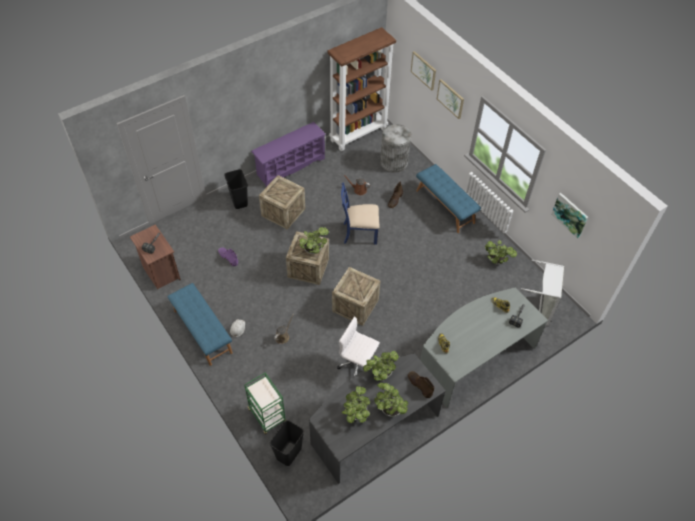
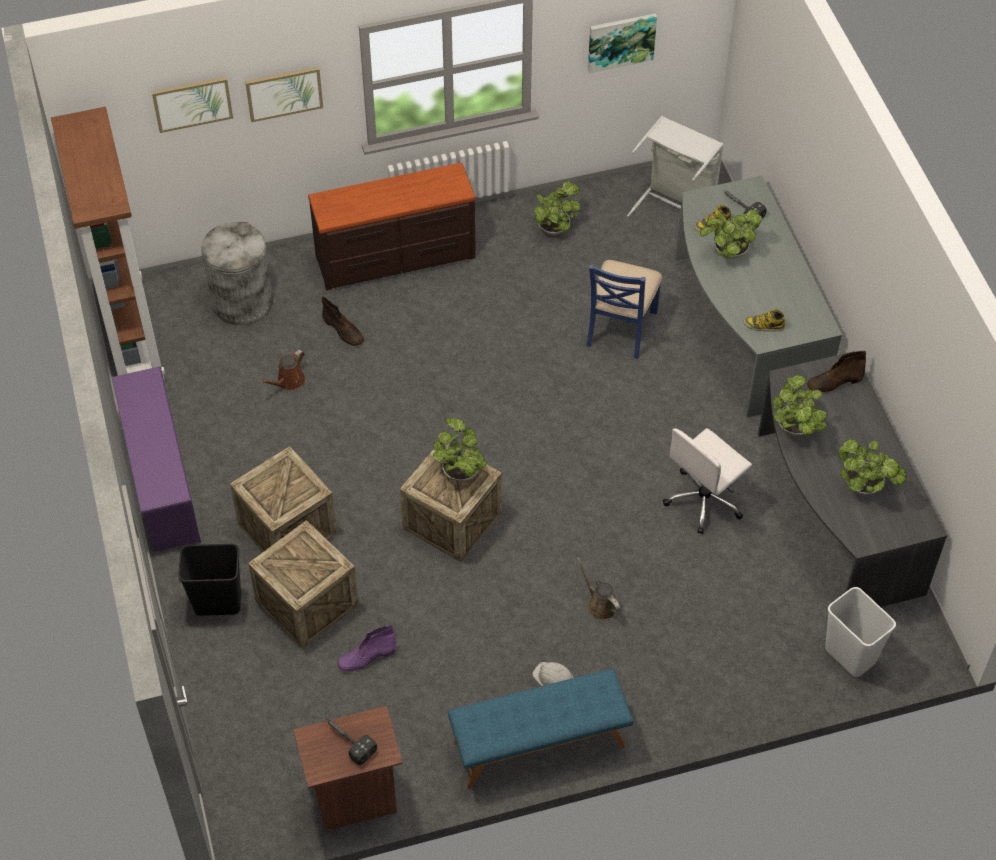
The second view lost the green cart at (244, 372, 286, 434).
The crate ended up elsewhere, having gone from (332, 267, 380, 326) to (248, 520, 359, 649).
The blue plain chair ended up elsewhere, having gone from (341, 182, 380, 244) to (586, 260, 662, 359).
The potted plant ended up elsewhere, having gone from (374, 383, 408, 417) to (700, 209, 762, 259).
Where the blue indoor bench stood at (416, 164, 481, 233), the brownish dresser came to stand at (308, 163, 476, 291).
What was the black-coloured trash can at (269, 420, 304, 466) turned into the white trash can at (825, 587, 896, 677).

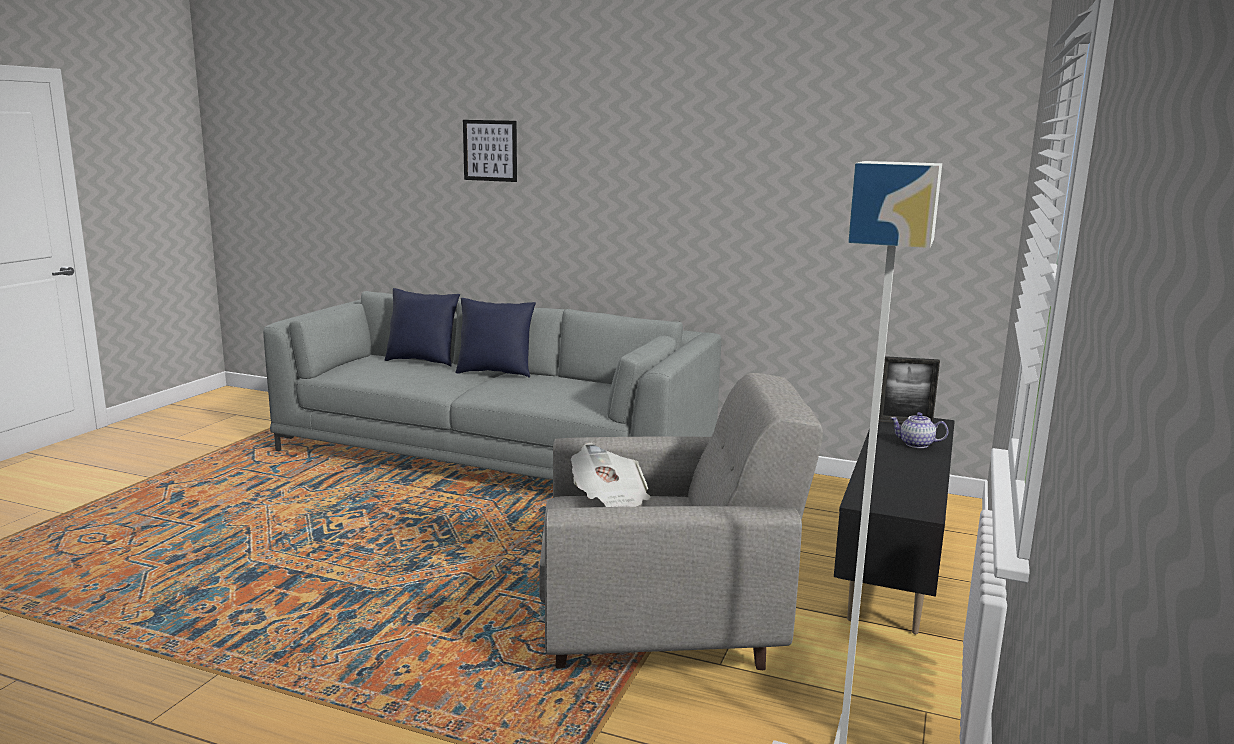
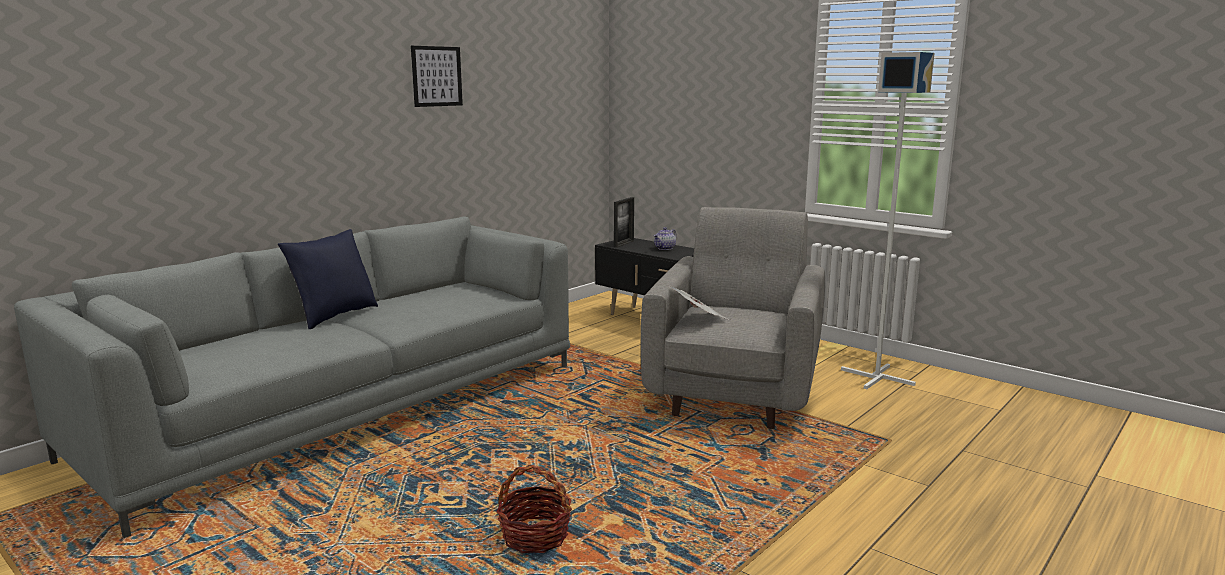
The second view lost the blue pillow at (385, 288, 460, 367).
The second view gained the basket at (497, 465, 572, 553).
The wall picture ended up elsewhere, having gone from (463, 120, 517, 182) to (411, 46, 463, 107).

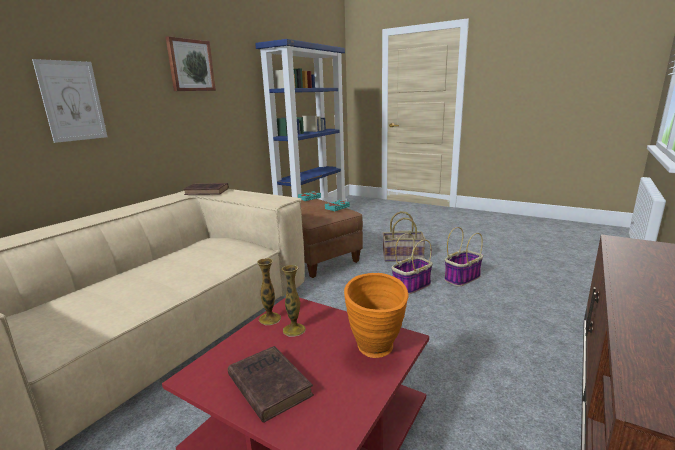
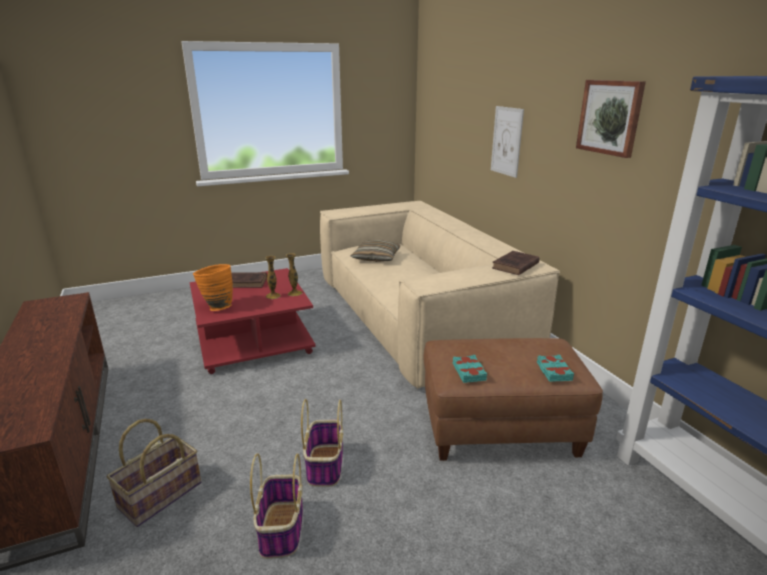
The second view gained the pillow at (351, 240, 400, 262).
The basket ended up elsewhere, having gone from (382, 211, 426, 262) to (106, 419, 202, 527).

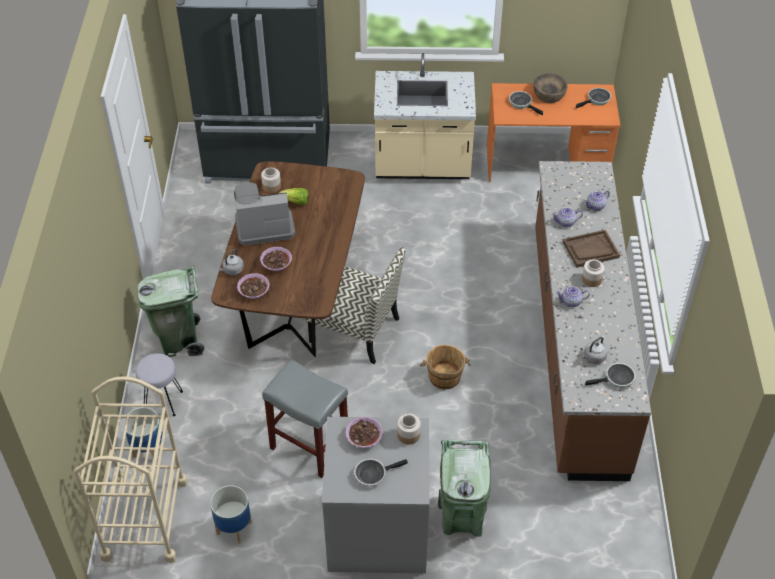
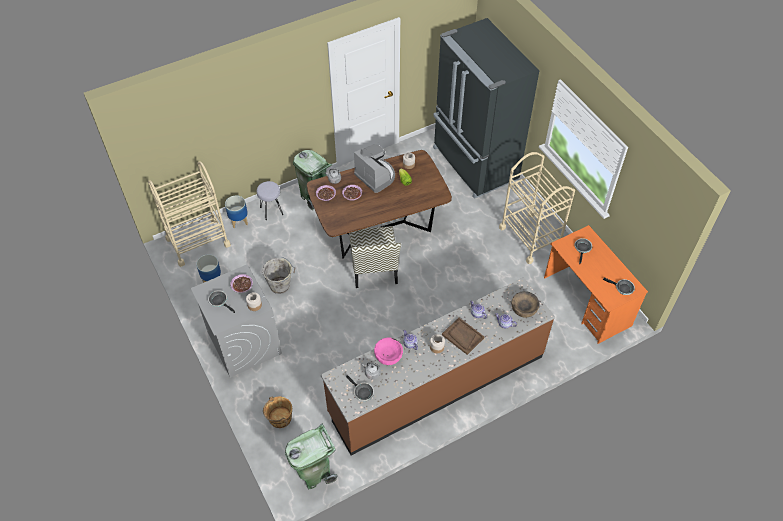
The second view gained the pink bowl at (374, 337, 403, 365).
The brownish water bucket ended up elsewhere, having gone from (420, 345, 471, 389) to (263, 397, 292, 428).
The green trash can ended up elsewhere, having gone from (438, 440, 491, 536) to (285, 424, 338, 490).
The brownish bowl ended up elsewhere, having gone from (533, 74, 567, 103) to (512, 291, 539, 318).
Where the gray stool seat stood at (262, 359, 348, 478), the gray water bucket came to stand at (262, 257, 295, 294).
Where the beige kitchen base unit stood at (374, 53, 476, 179), the beige cart came to stand at (499, 152, 575, 264).

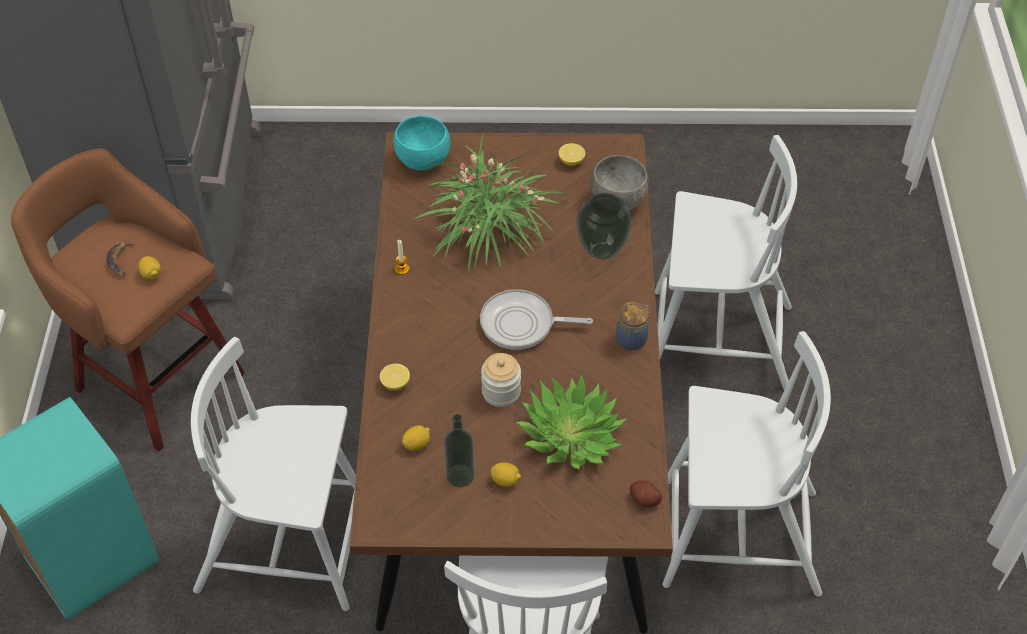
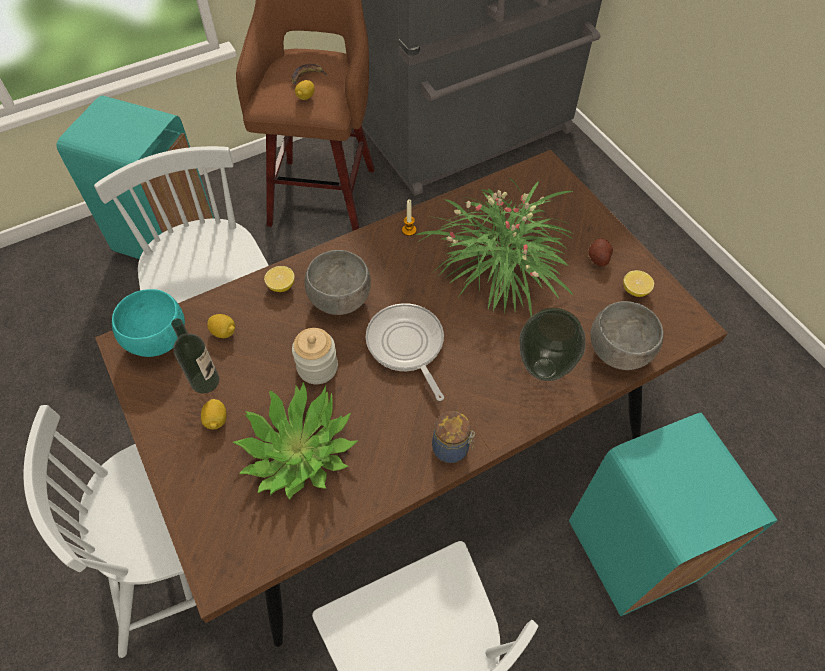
The second view gained the gray bowl at (304, 250, 371, 315).
The turquoise-coloured bowl ended up elsewhere, having gone from (393, 116, 450, 171) to (112, 289, 185, 357).
The spud ended up elsewhere, having gone from (630, 480, 663, 507) to (589, 238, 613, 266).
Where the white plain chair stood at (655, 135, 797, 390), the turquoise-coloured trash can came to stand at (569, 413, 778, 616).

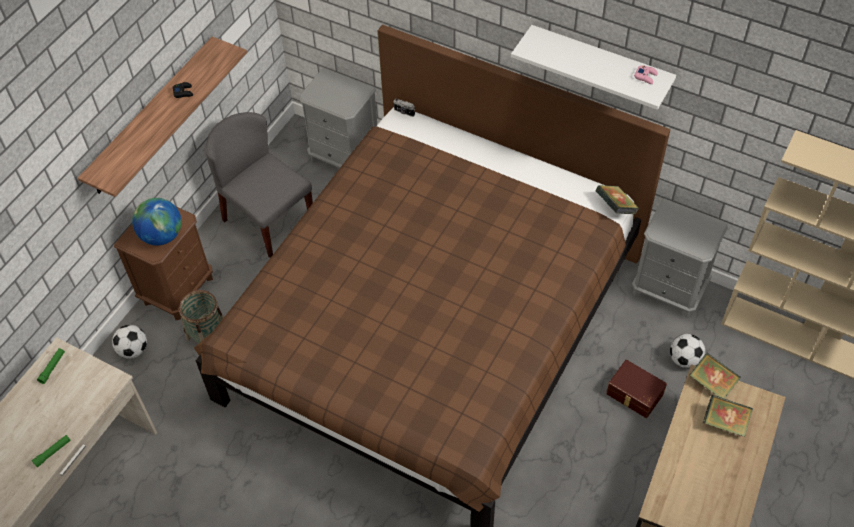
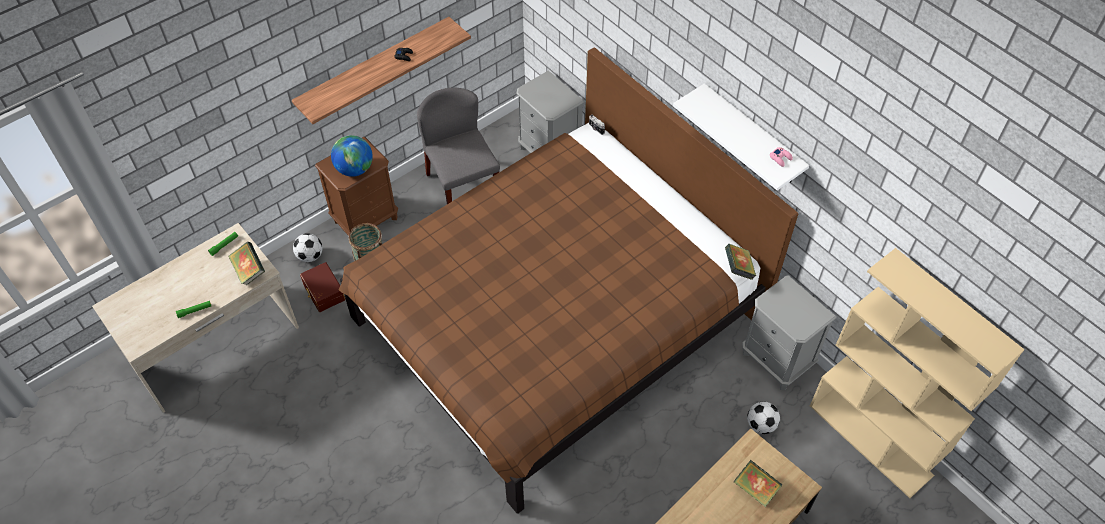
The brownish storage bin ended up elsewhere, having gone from (606, 360, 667, 418) to (300, 262, 345, 312).
The book ended up elsewhere, having gone from (689, 353, 741, 399) to (228, 242, 265, 286).

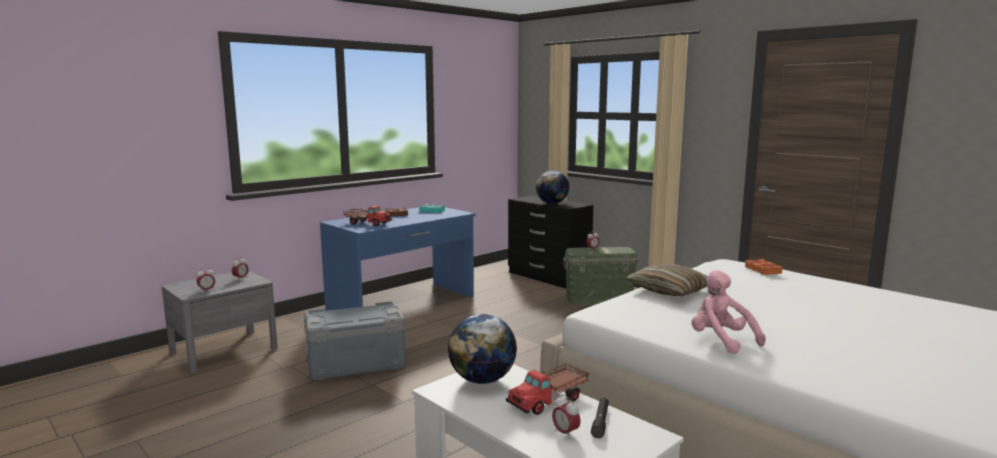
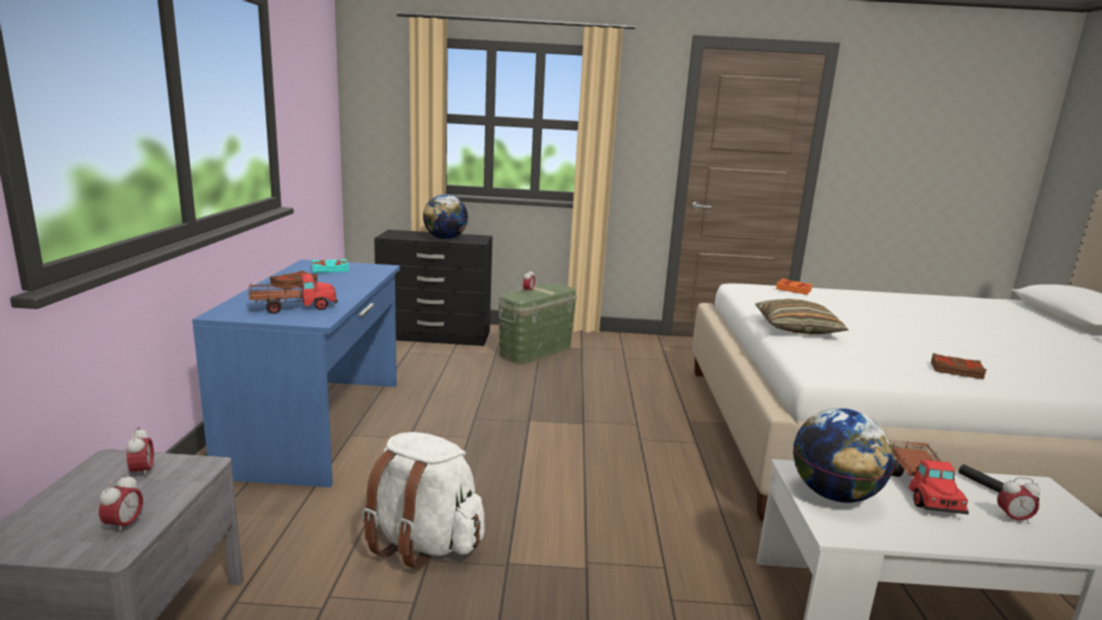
Where the gray storage bin stood at (304, 301, 406, 381), the white rucksack came to stand at (362, 432, 485, 569).
Where the pink plush toy stood at (691, 270, 766, 354), the brownish book came to stand at (931, 353, 986, 379).

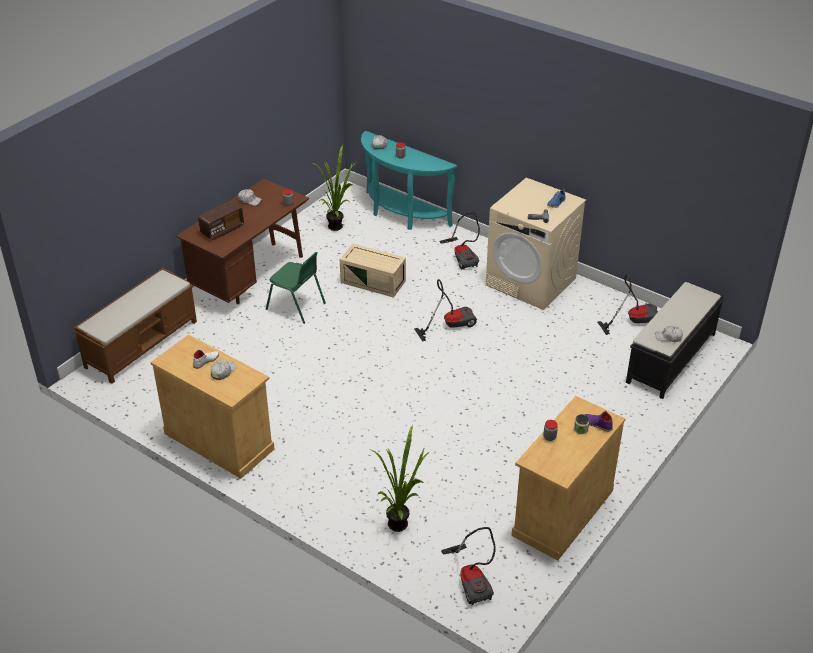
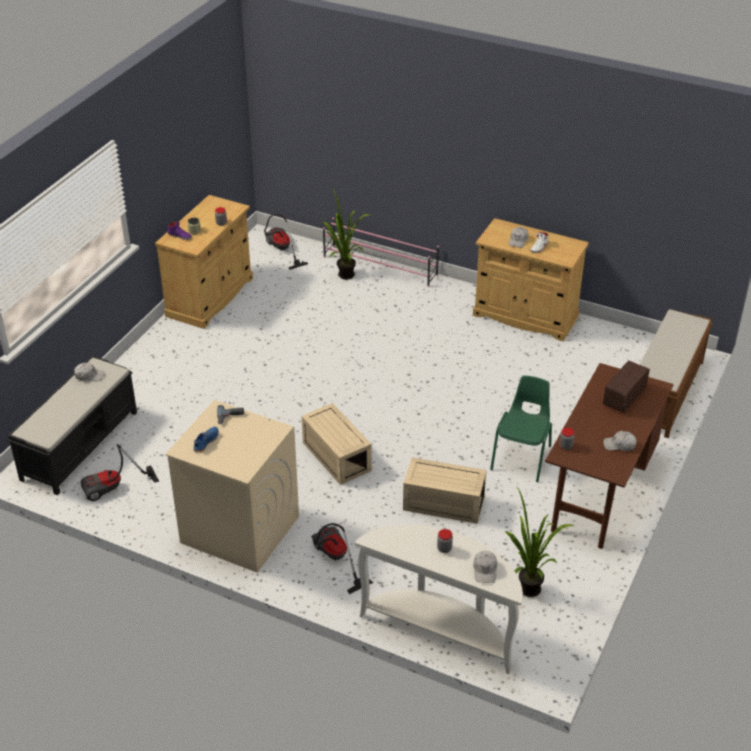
The second view gained the pink shoe stand at (323, 217, 439, 287).
Where the hoover stood at (414, 279, 477, 342), the beige storage bin came to stand at (302, 403, 372, 485).
What was the turquoise-coloured hall table at (361, 131, 457, 230) turned into the white hall table at (355, 524, 523, 674).
The green plain chair at (266, 252, 326, 324) ended up facing another way, 90 degrees clockwise from before.

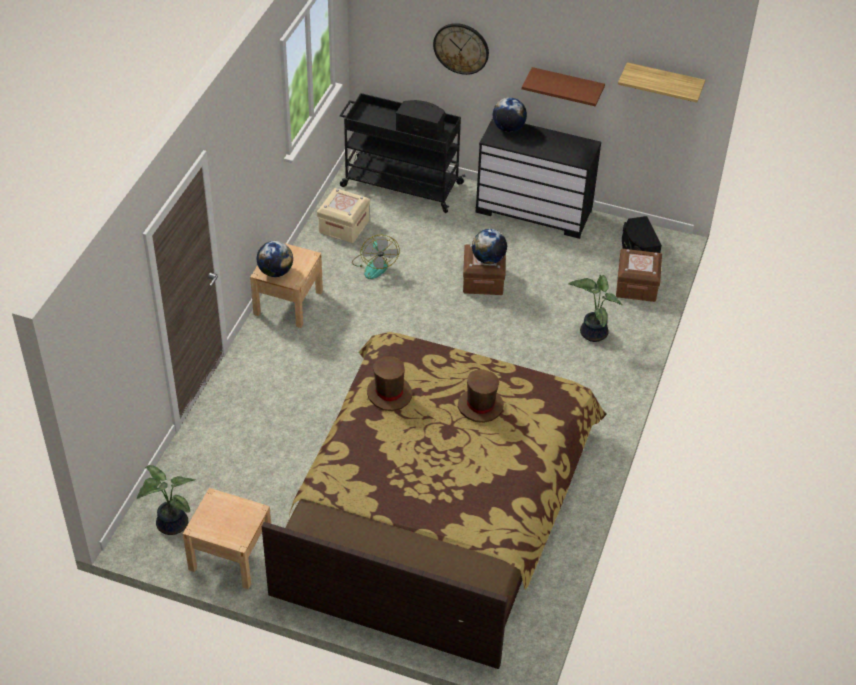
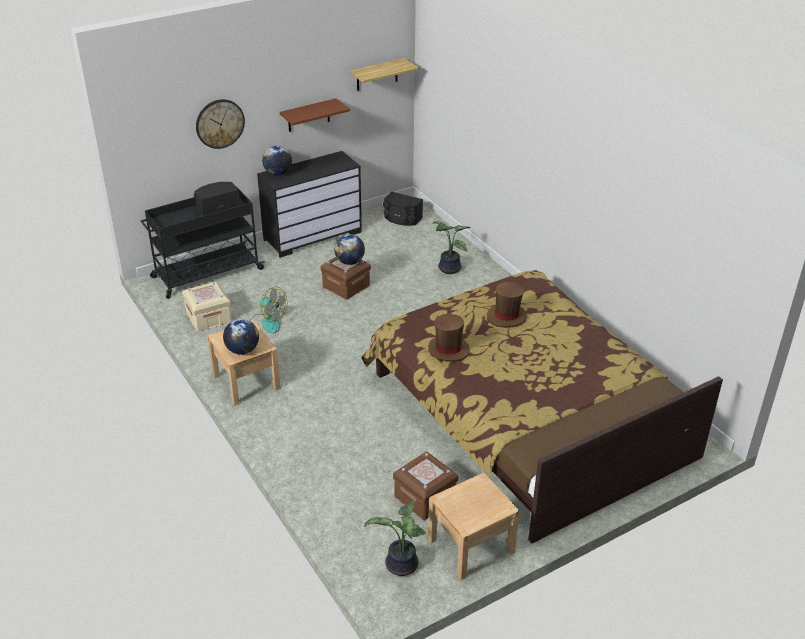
The brownish storage bin ended up elsewhere, having gone from (616, 249, 662, 302) to (393, 451, 458, 520).

